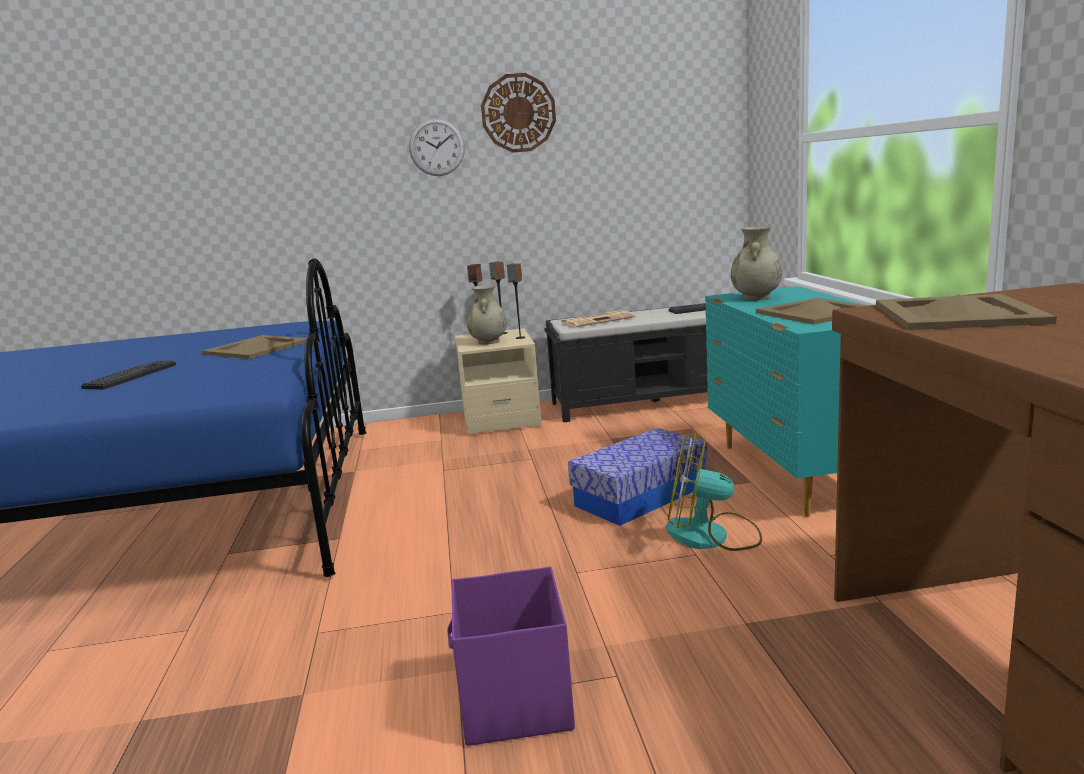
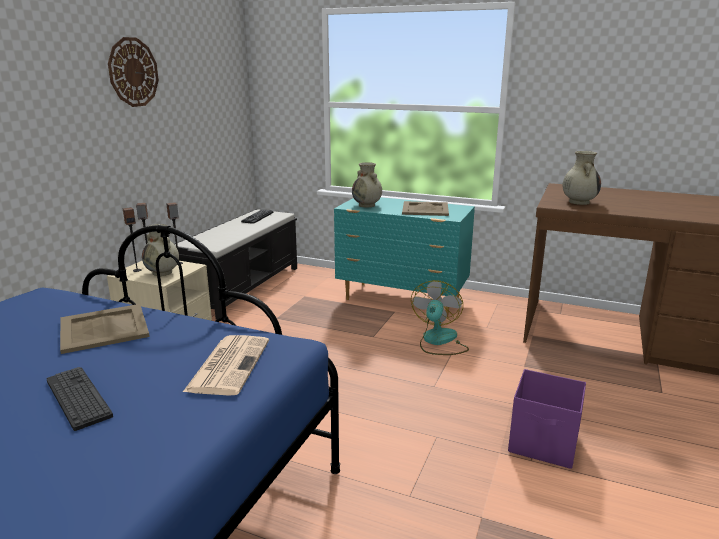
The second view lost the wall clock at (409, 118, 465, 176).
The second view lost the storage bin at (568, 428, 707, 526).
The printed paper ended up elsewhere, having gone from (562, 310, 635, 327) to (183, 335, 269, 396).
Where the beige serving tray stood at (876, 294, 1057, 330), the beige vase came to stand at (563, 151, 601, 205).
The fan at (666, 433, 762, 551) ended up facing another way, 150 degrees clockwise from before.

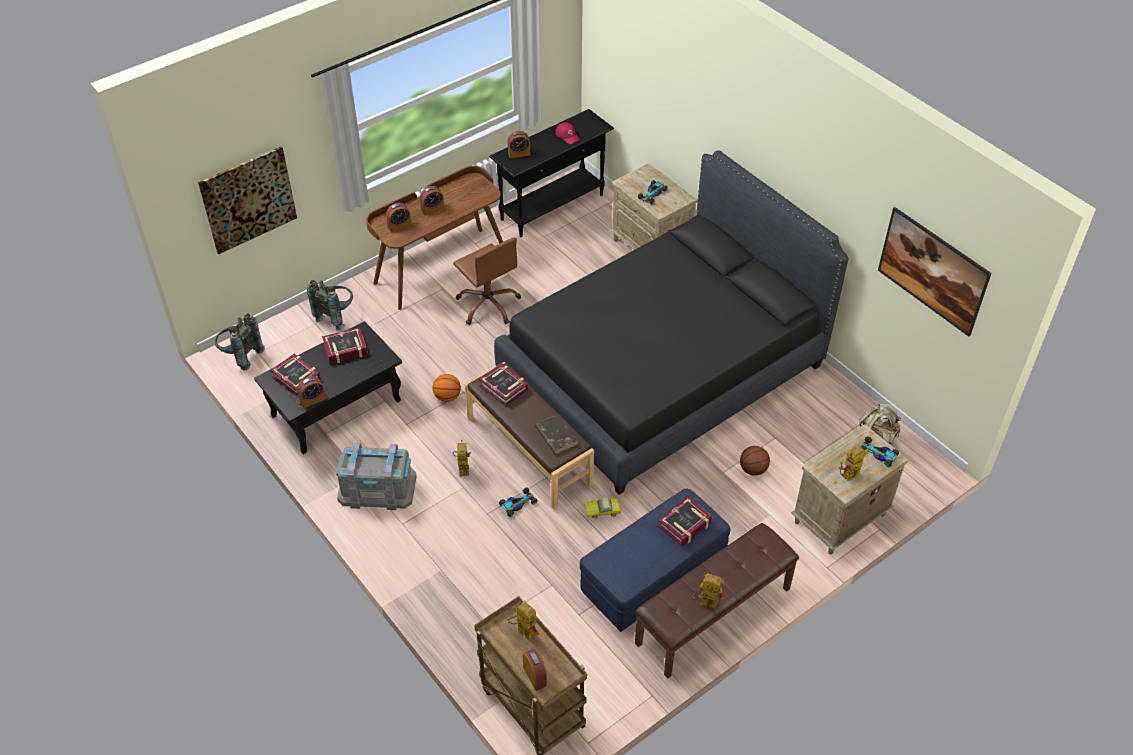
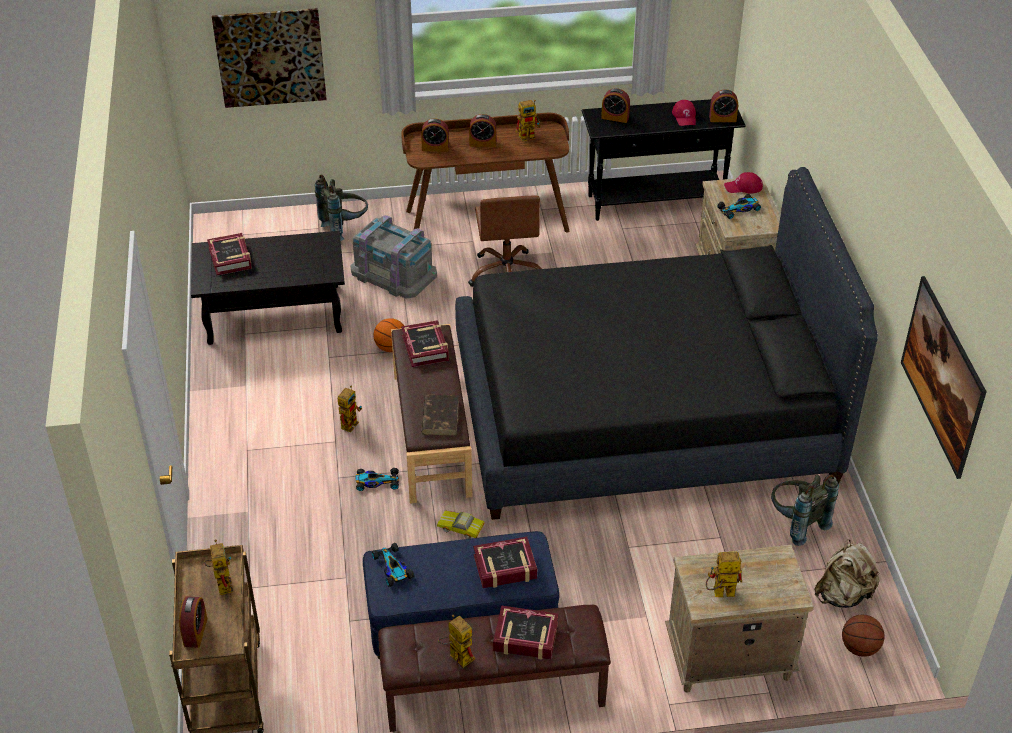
The second view gained the model robot at (515, 100, 541, 141).
The second view gained the red peaked cap at (724, 172, 763, 194).
The gray rucksack ended up elsewhere, having gone from (215, 313, 265, 370) to (771, 474, 839, 546).
The alarm clock ended up elsewhere, having gone from (297, 376, 326, 408) to (709, 89, 738, 122).
The book ended up elsewhere, having gone from (322, 327, 368, 364) to (493, 605, 558, 660).
The gray storage bin ended up elsewhere, having gone from (336, 442, 417, 510) to (350, 215, 437, 299).
The ball for basketball ended up elsewhere, having gone from (740, 446, 770, 476) to (842, 615, 885, 657).
The toy car ended up elsewhere, having gone from (861, 437, 899, 467) to (372, 543, 414, 587).

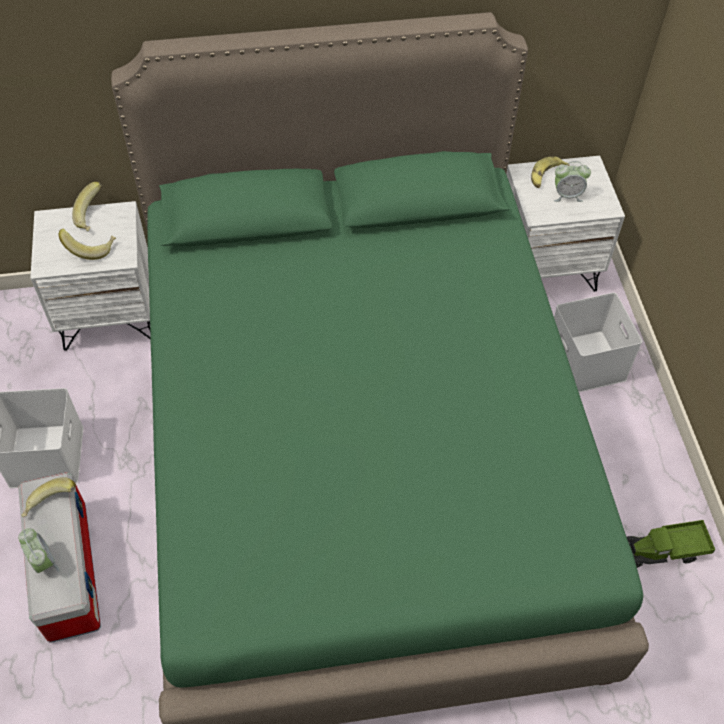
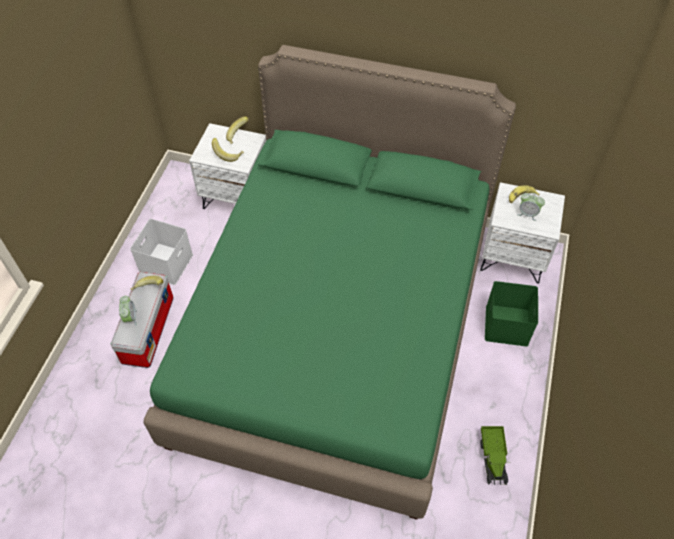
What was the white storage bin at (554, 293, 642, 392) turned into the green storage bin at (485, 281, 538, 347).
The toy lorry at (627, 520, 715, 568) ended up facing another way, 105 degrees counterclockwise from before.

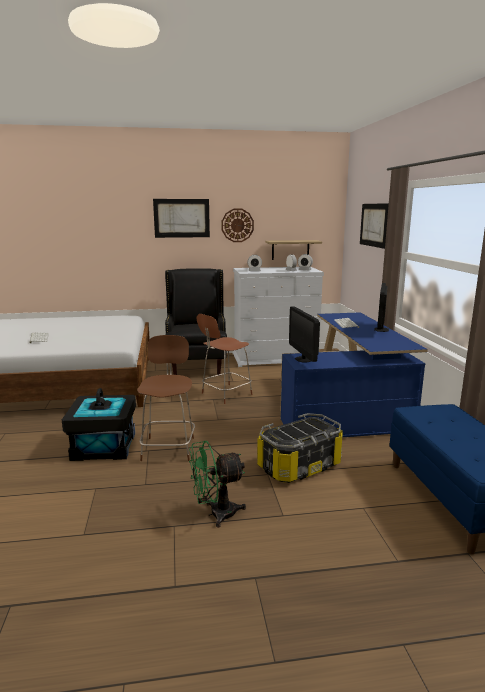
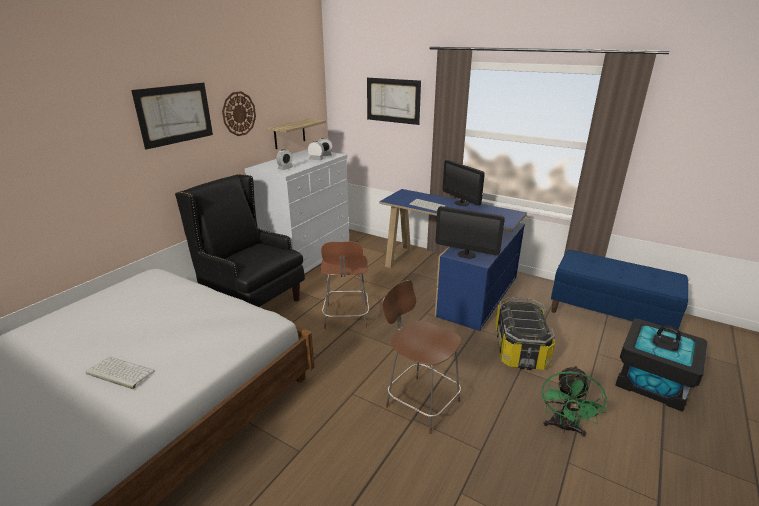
The black-coloured storage bin ended up elsewhere, having gone from (62, 388, 136, 461) to (615, 318, 708, 412).

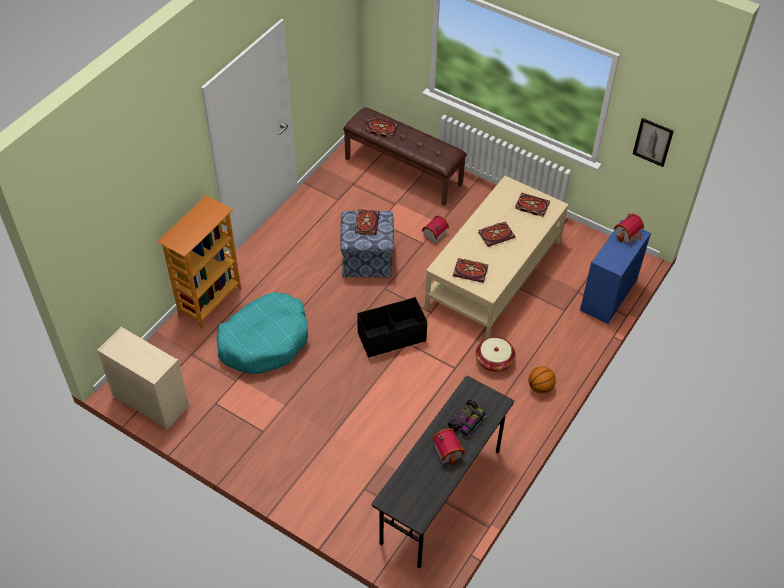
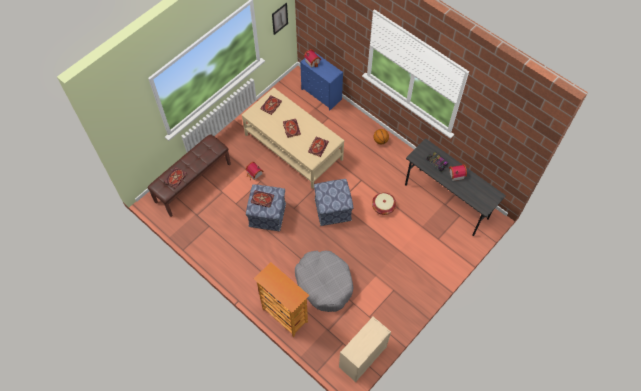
The basket ended up elsewhere, having gone from (476, 337, 515, 372) to (372, 192, 396, 215).
Where the black-coloured storage bin stood at (357, 297, 427, 358), the ottoman came to stand at (314, 179, 354, 226).
What was the turquoise-coloured dog cushion at (217, 292, 308, 374) turned into the gray dog cushion at (295, 250, 353, 312).

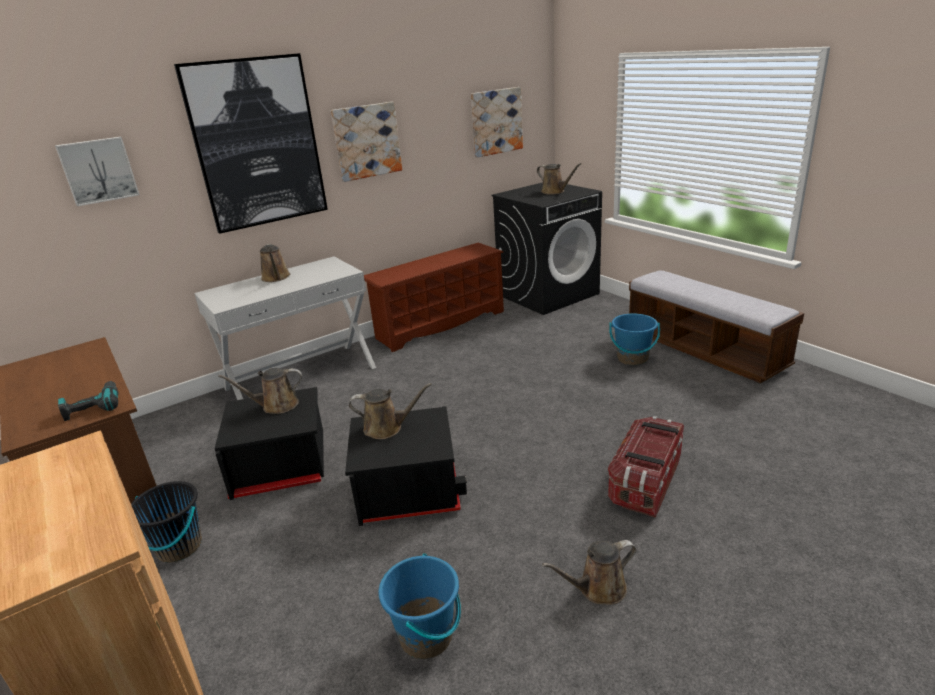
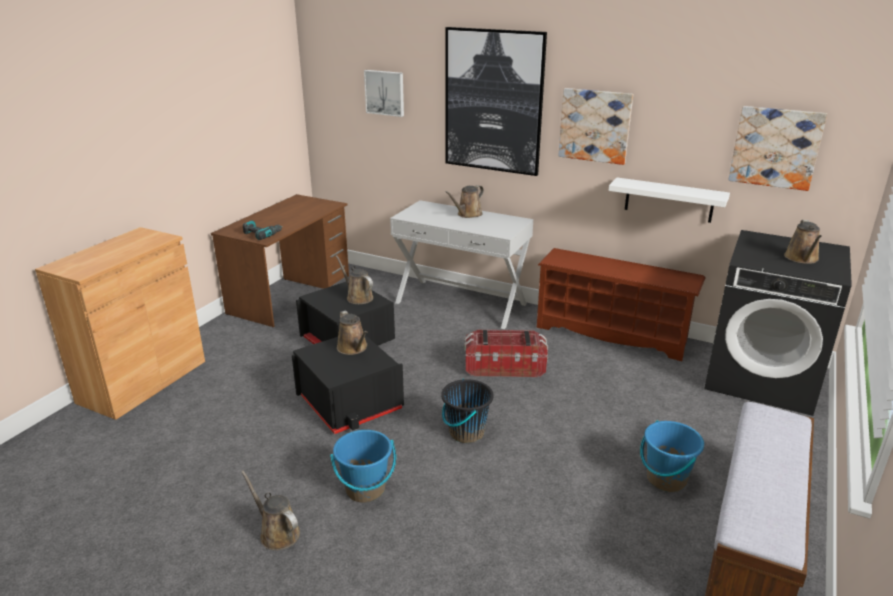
The second view gained the white wall shelf at (608, 177, 730, 223).
The black-coloured water bucket ended up elsewhere, having gone from (131, 481, 202, 563) to (441, 379, 494, 443).
The blue water bucket ended up elsewhere, having gone from (379, 553, 461, 659) to (330, 430, 396, 502).
The storage bin ended up elsewhere, having gone from (608, 416, 684, 518) to (464, 330, 548, 377).

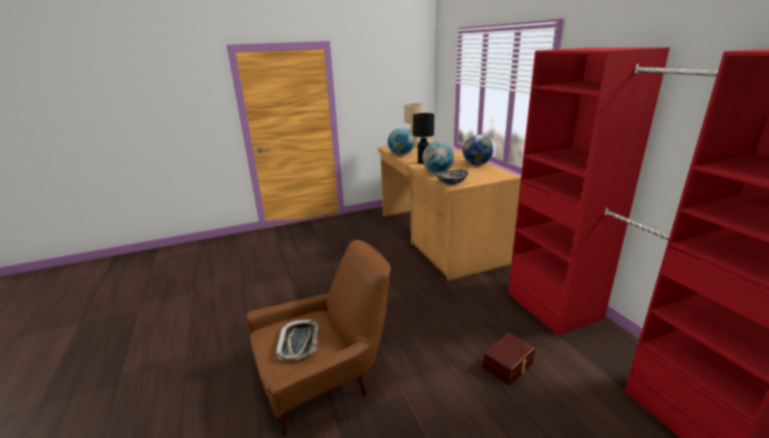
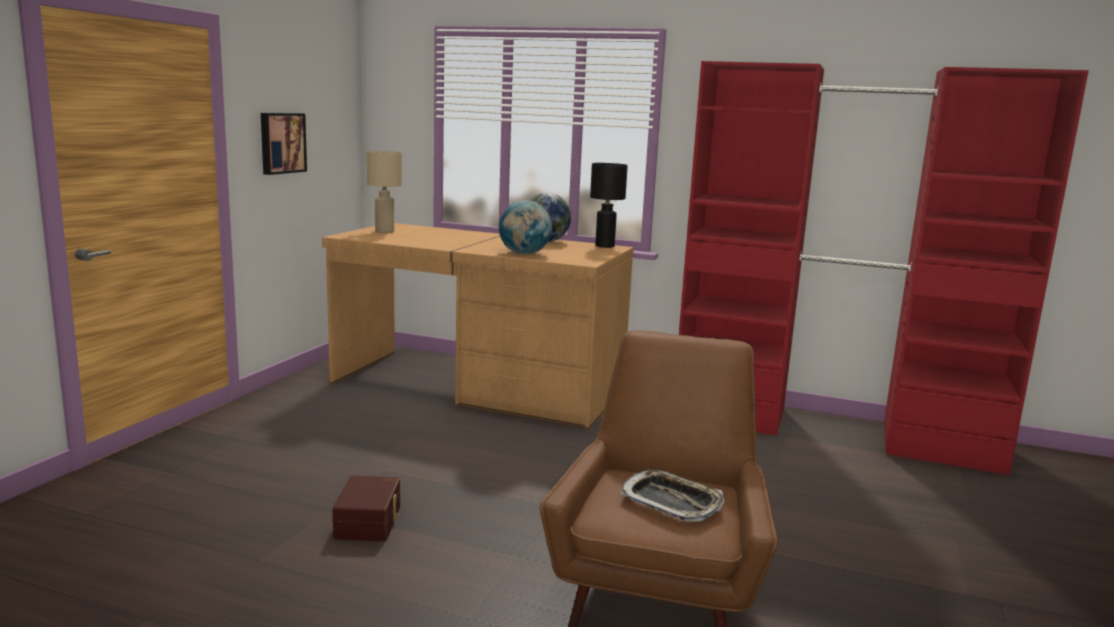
The second view lost the desk globe at (388, 128, 415, 155).
The second view lost the bowl at (435, 170, 469, 185).
The second view gained the wall picture at (261, 113, 307, 175).
The black-coloured table lamp ended up elsewhere, having gone from (413, 113, 434, 164) to (590, 163, 628, 248).
The brownish storage bin ended up elsewhere, having gone from (483, 332, 535, 386) to (333, 475, 400, 541).

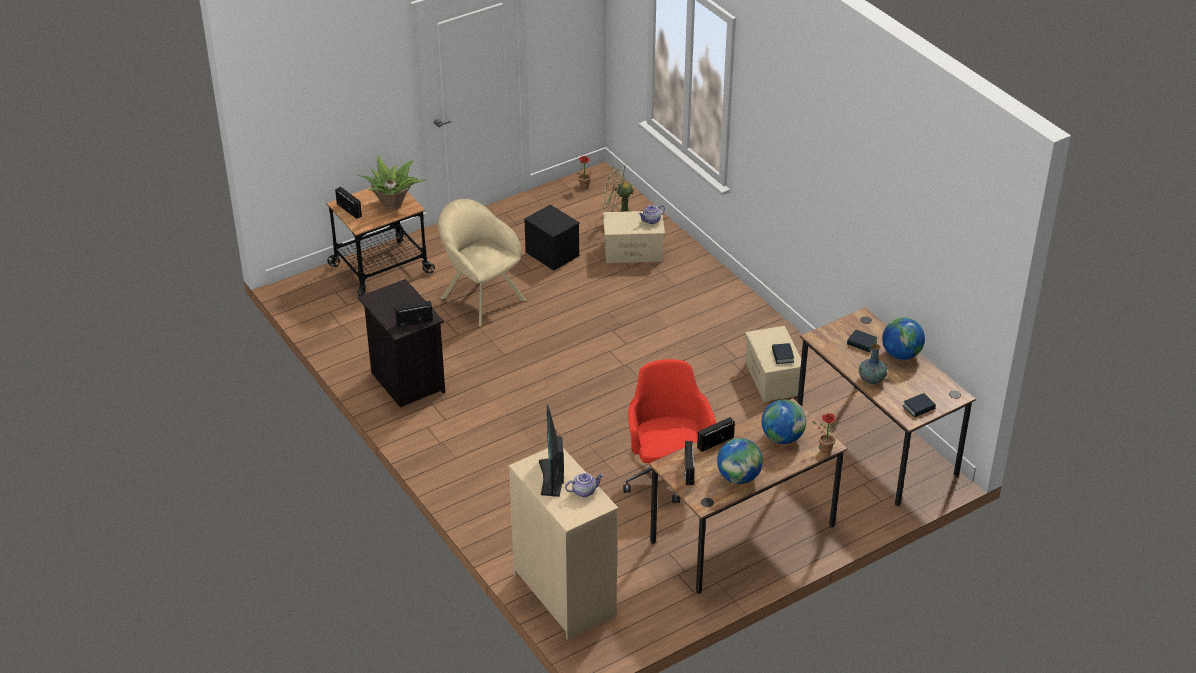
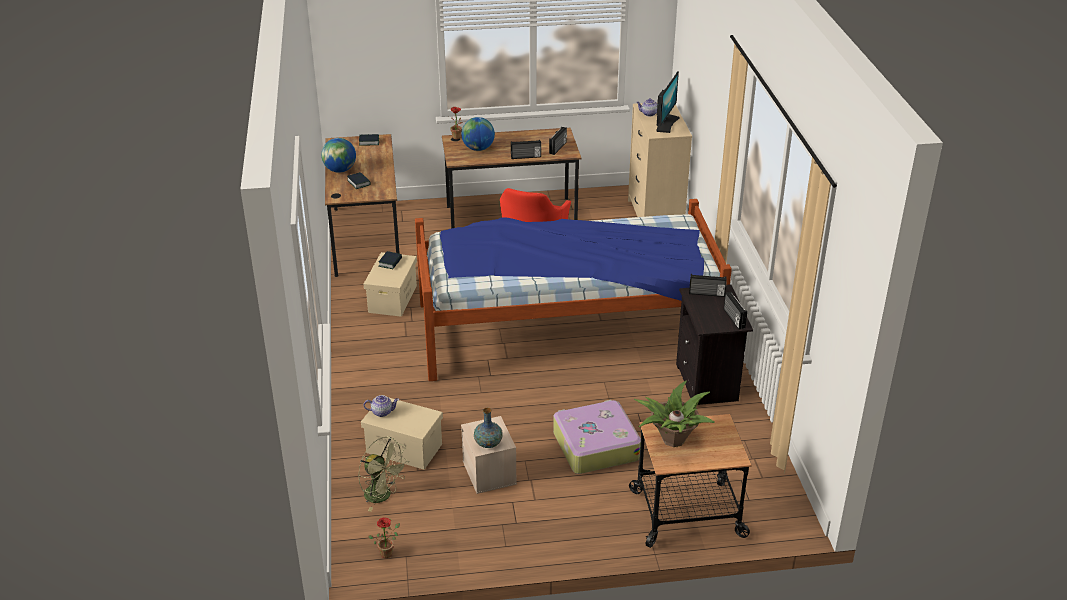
The second view lost the desk globe at (717, 438, 763, 484).
The second view gained the sleeping bed at (415, 199, 732, 381).
The radio ended up elsewhere, having gone from (335, 187, 362, 219) to (724, 292, 747, 330).
The vase ended up elsewhere, having gone from (859, 344, 887, 384) to (474, 408, 503, 448).
Where the beige easy chair stood at (438, 199, 527, 327), the travel case came to stand at (553, 400, 641, 474).
What was the black-coloured storage bin at (524, 204, 580, 271) turned into the beige storage bin at (461, 416, 517, 494).

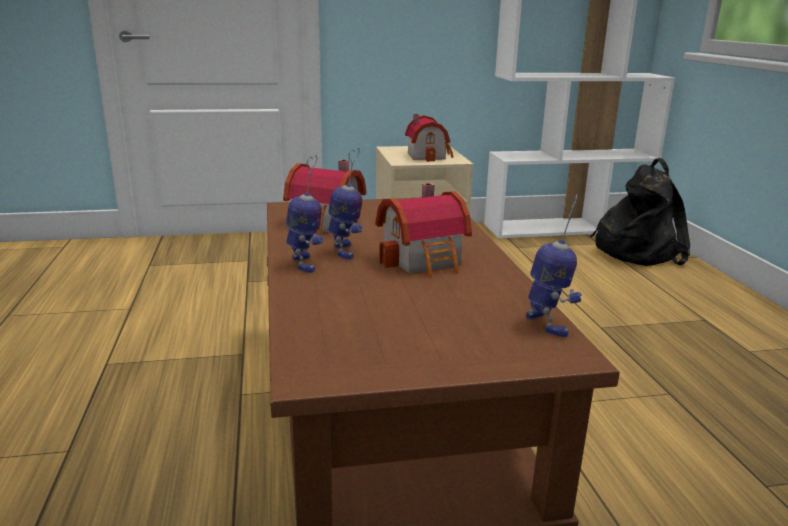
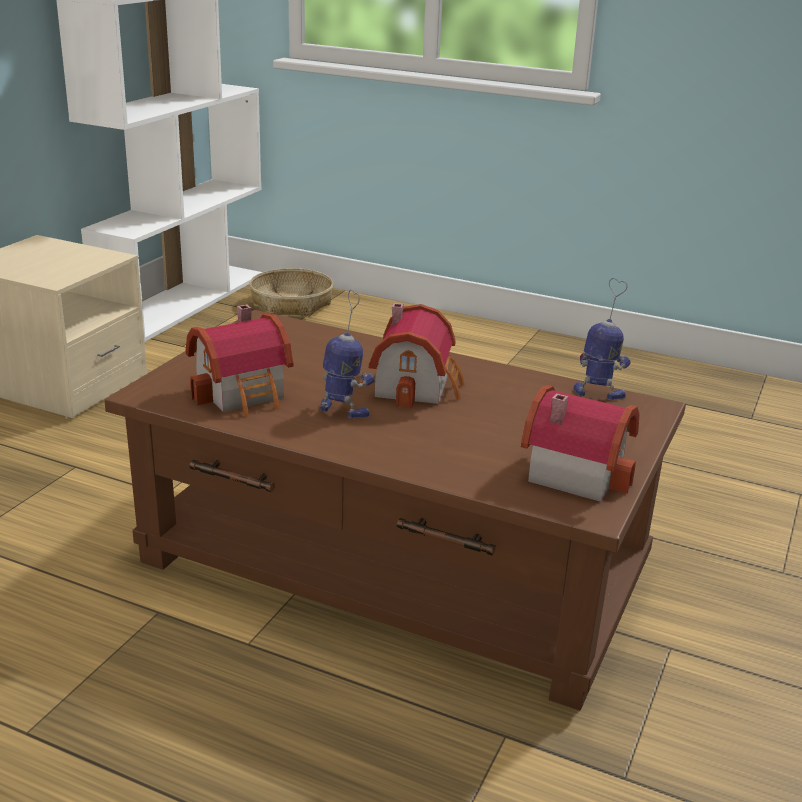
The second view lost the model robot at (286, 155, 324, 273).
The toy house ended up elsewhere, having gone from (405, 114, 454, 162) to (521, 385, 639, 502).
Where the black-coloured rucksack stood at (590, 158, 690, 266), the basket came to stand at (249, 268, 333, 316).

